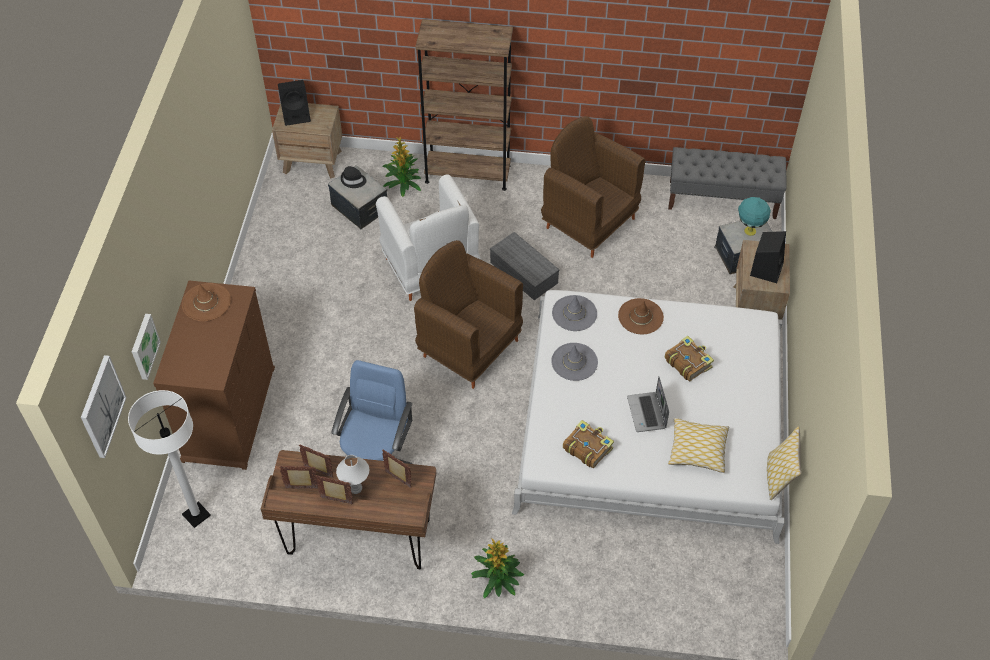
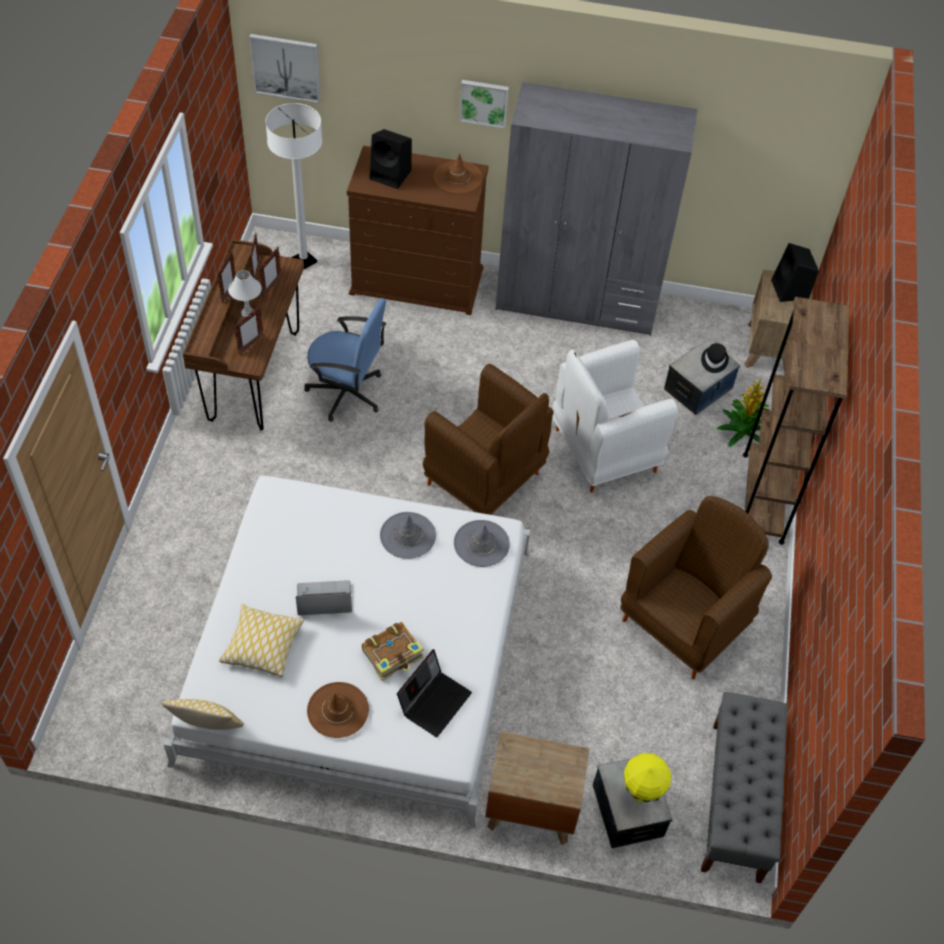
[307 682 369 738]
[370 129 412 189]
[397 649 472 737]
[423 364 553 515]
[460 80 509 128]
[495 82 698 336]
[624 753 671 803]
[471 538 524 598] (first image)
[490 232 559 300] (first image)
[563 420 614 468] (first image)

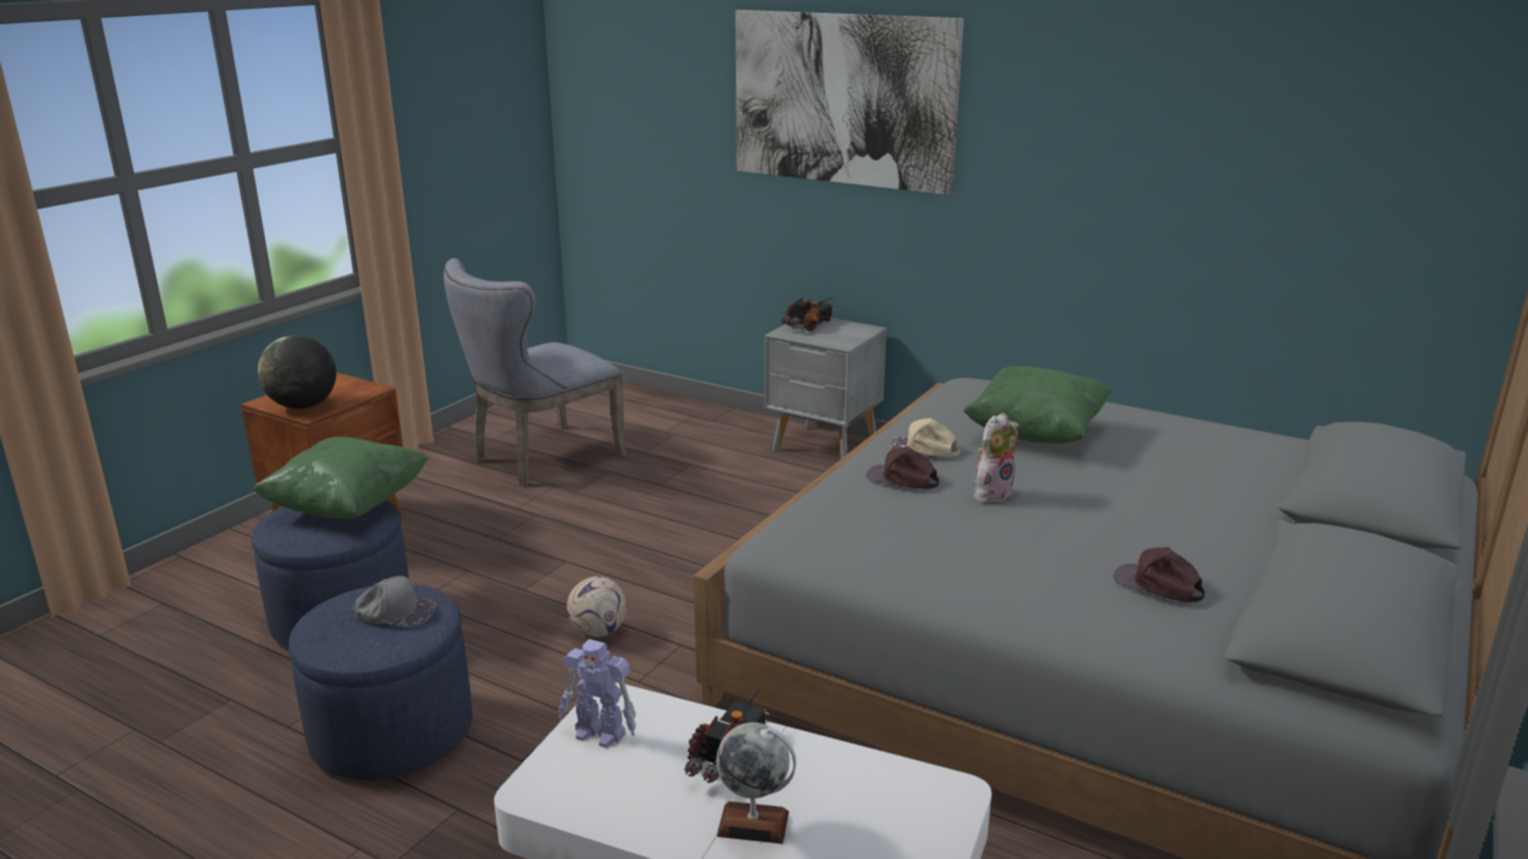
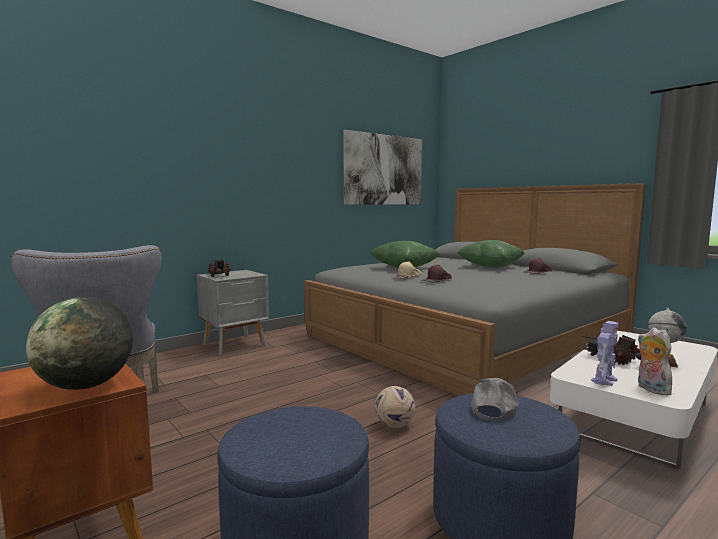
[343 130 422 205]
[457 240 525 268]
[638 328 672 395]

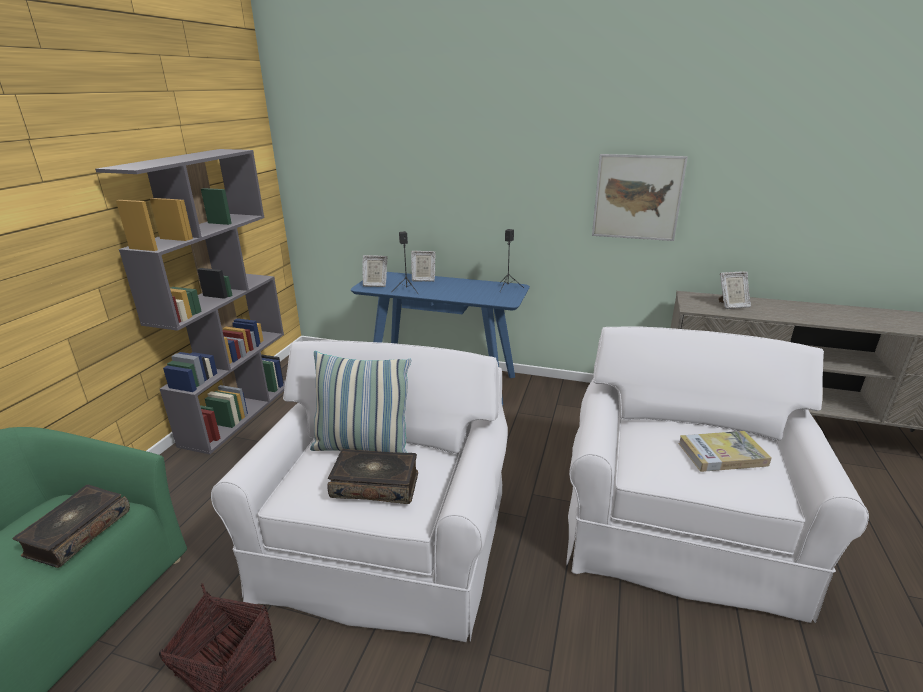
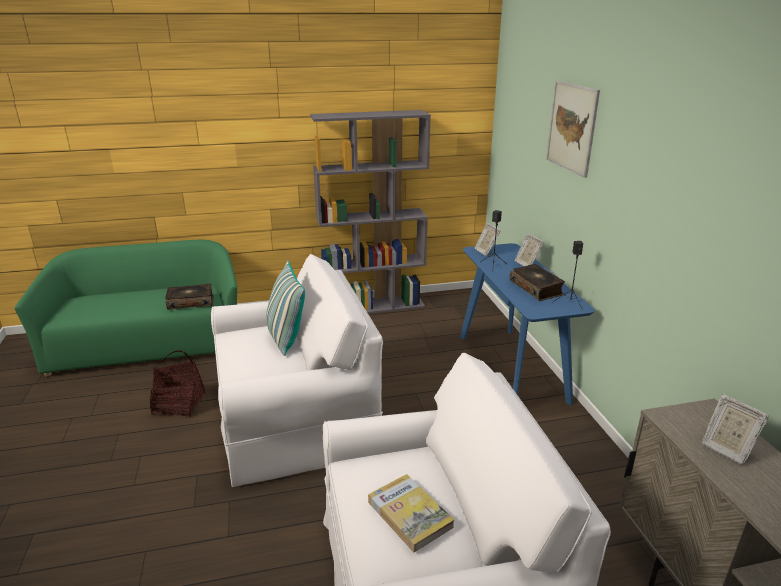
[510 264 565 301]
[546 81 600 178]

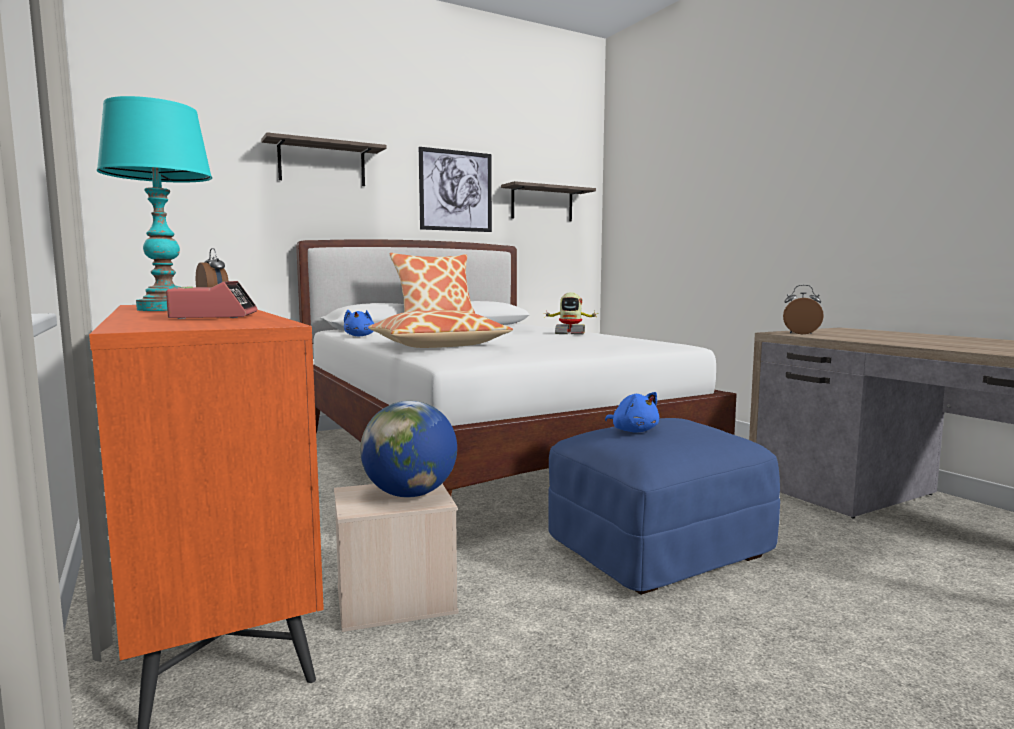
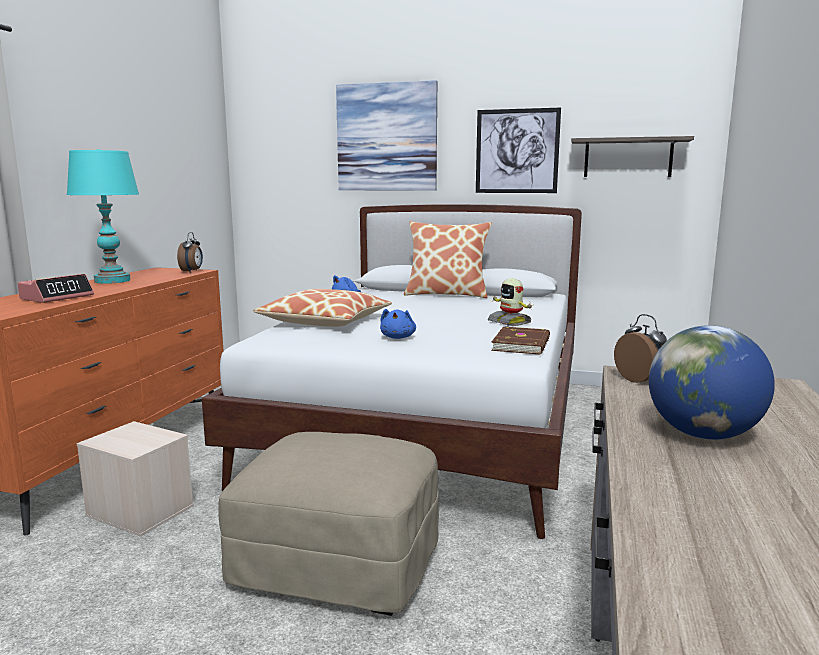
[218 432 439 616]
[336 80 437 191]
[380 309 416 339]
[491 327 550 354]
[649 325 775 440]

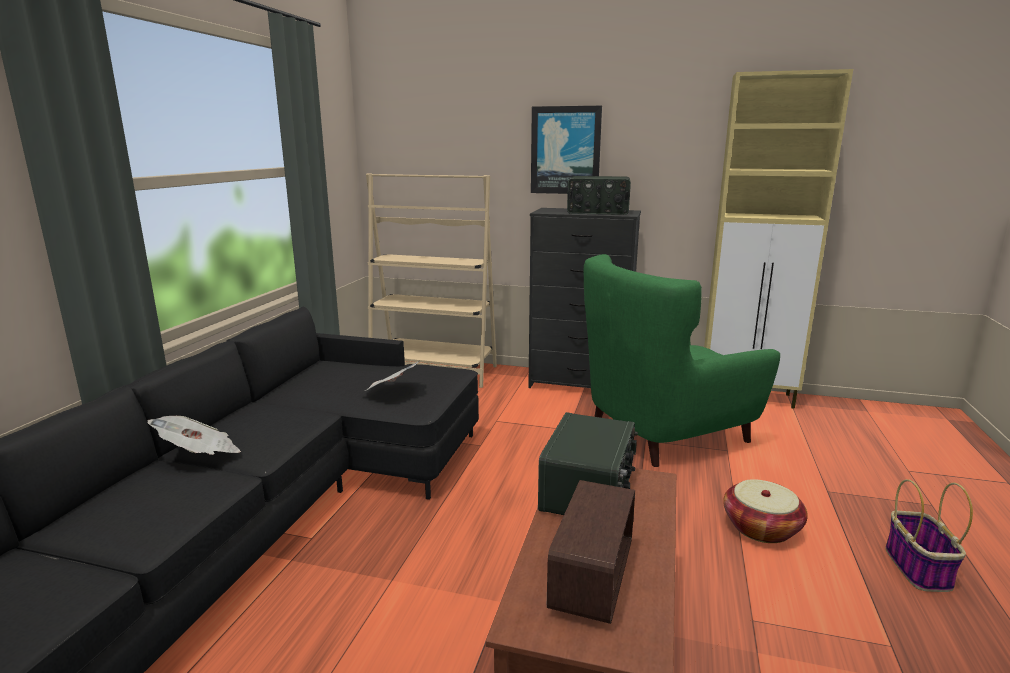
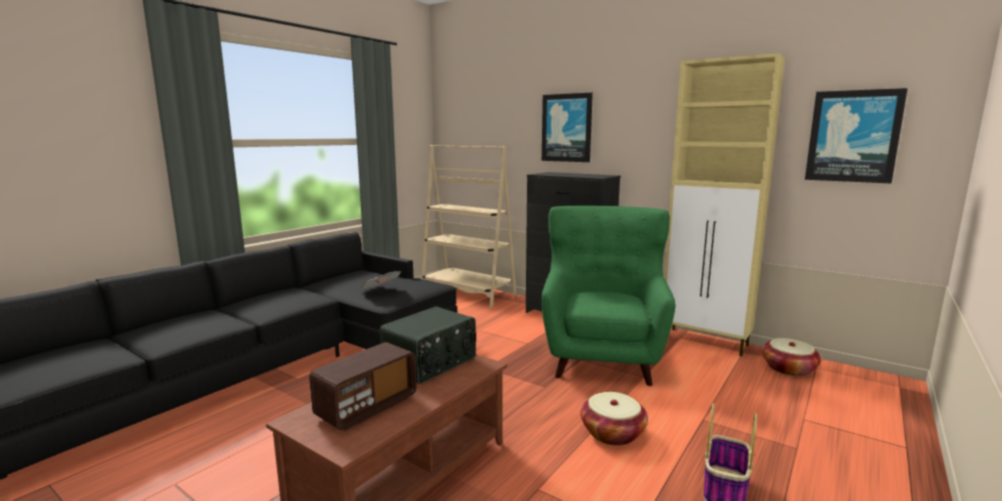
[541 206 675 386]
[762 338 821 377]
[805 88 908 183]
[148 416 241 455] (first image)
[567 176 631 215] (first image)

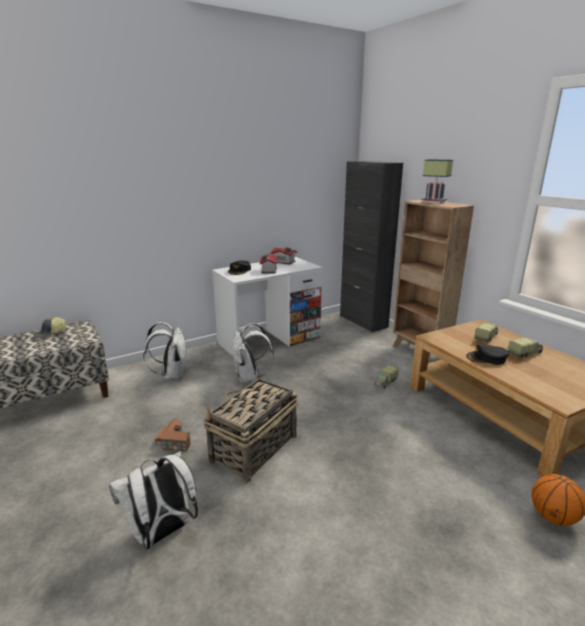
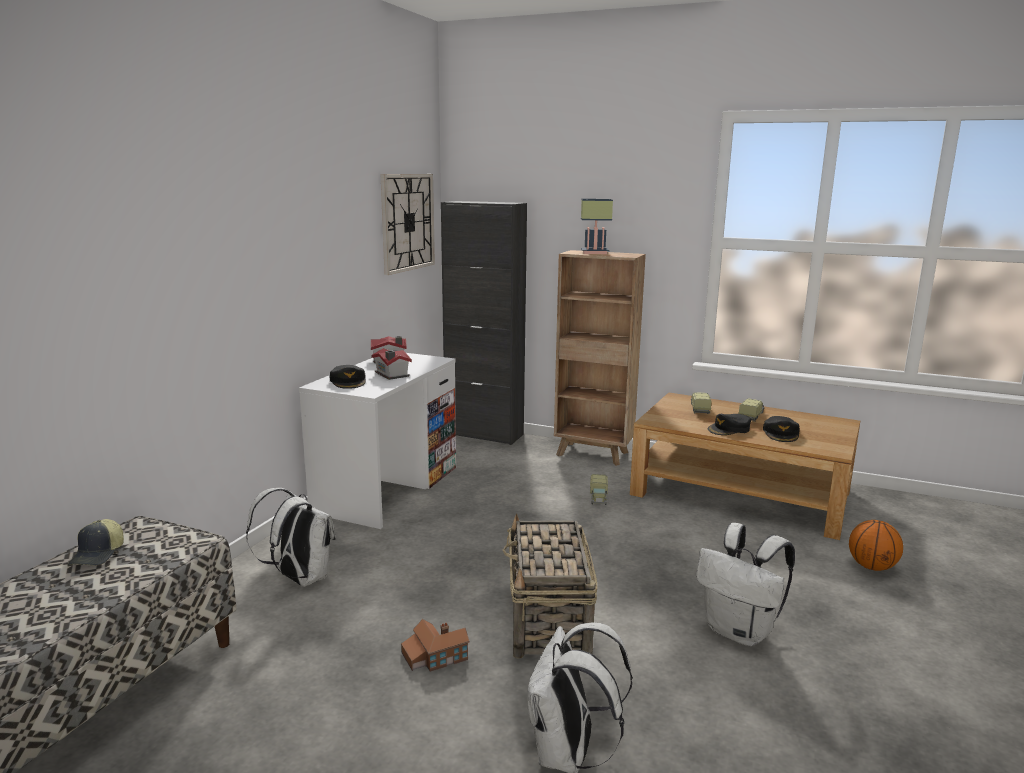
[381 174 435 275]
[696 523 795 646]
[763 416 800 442]

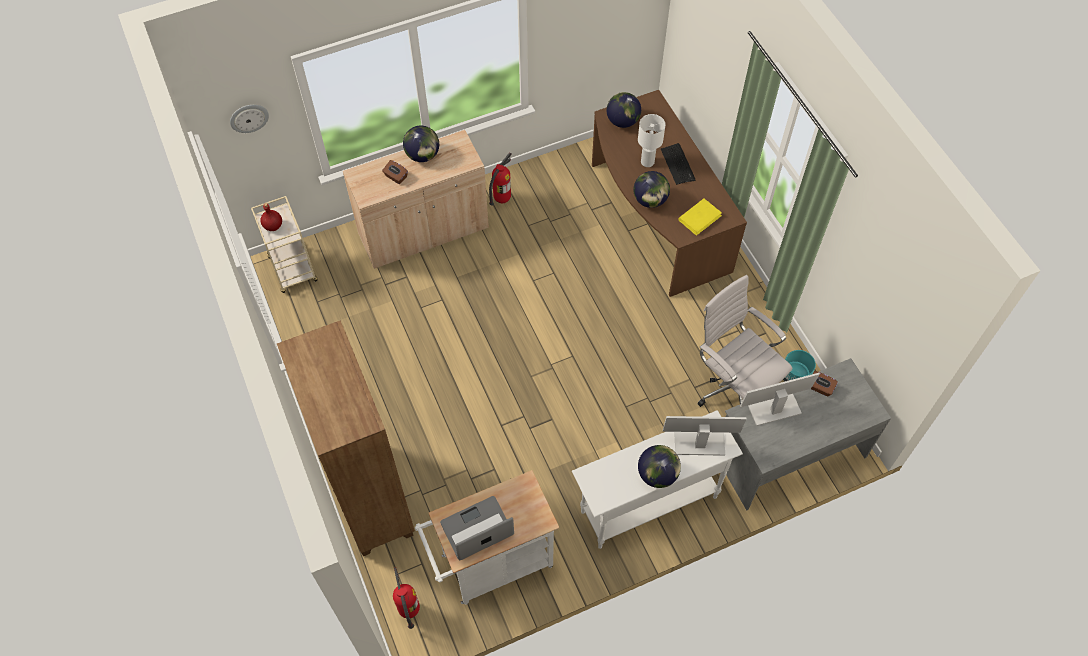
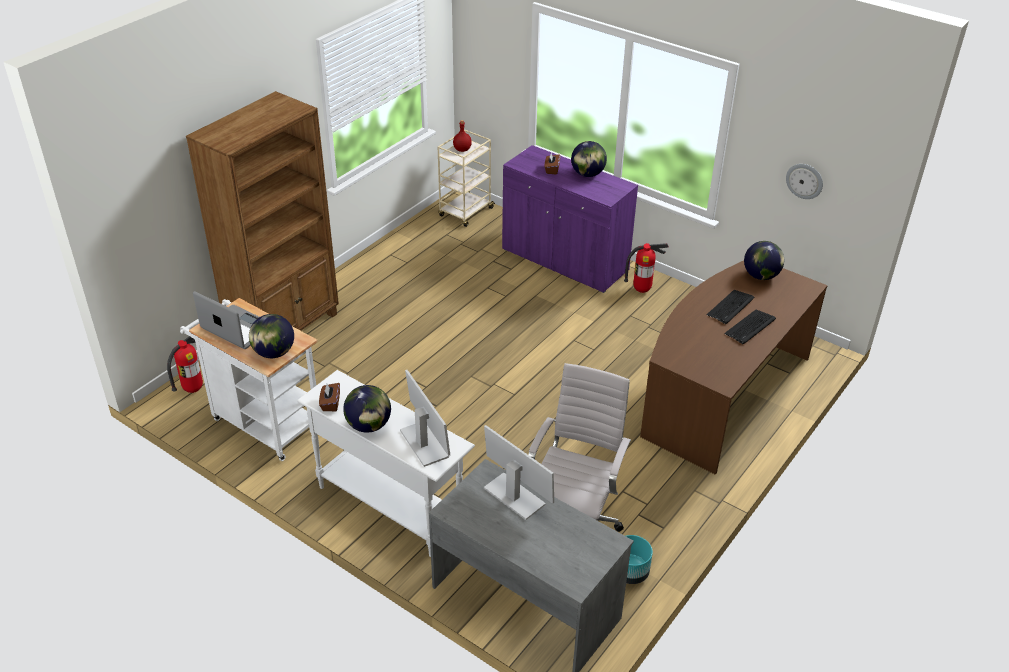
[249 314 294 358]
[319 383 340 411]
[502 145 638 293]
[707 290 754 324]
[786 164 823 199]
[678 198 722 236] (first image)

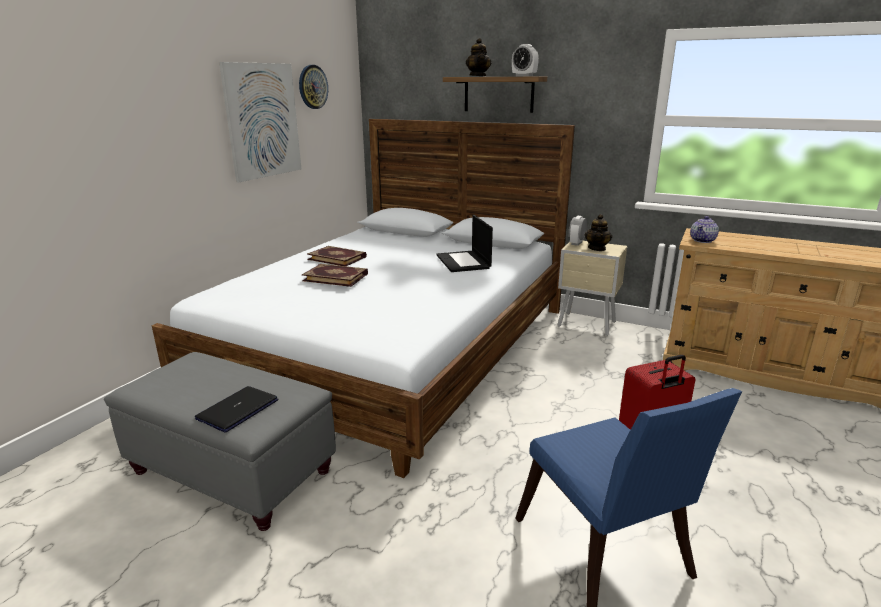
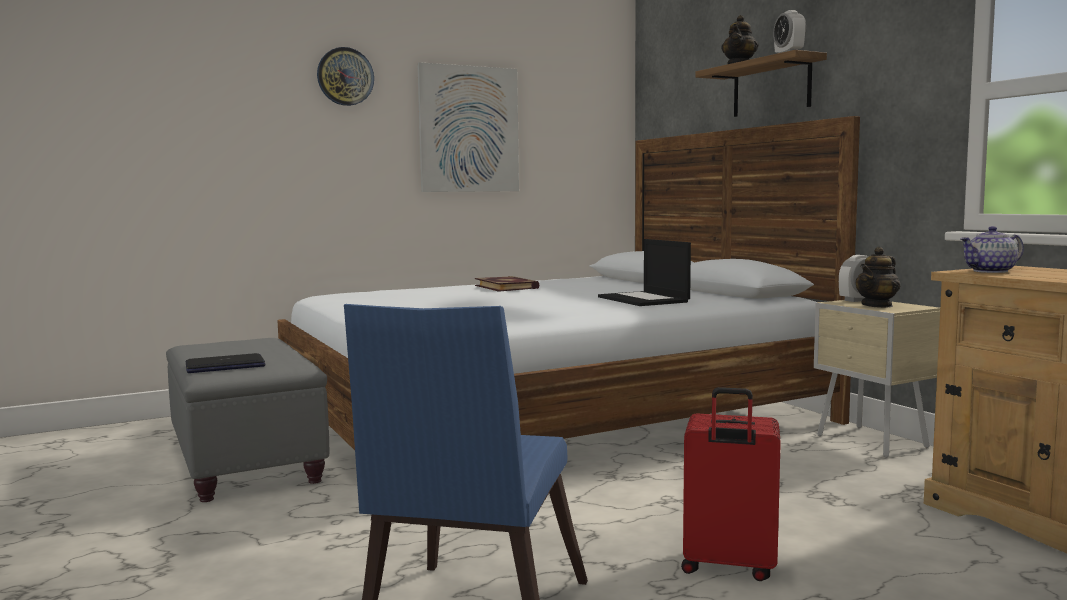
[317 47 374 106]
[598 239 691 306]
[302 264 368 287] (first image)

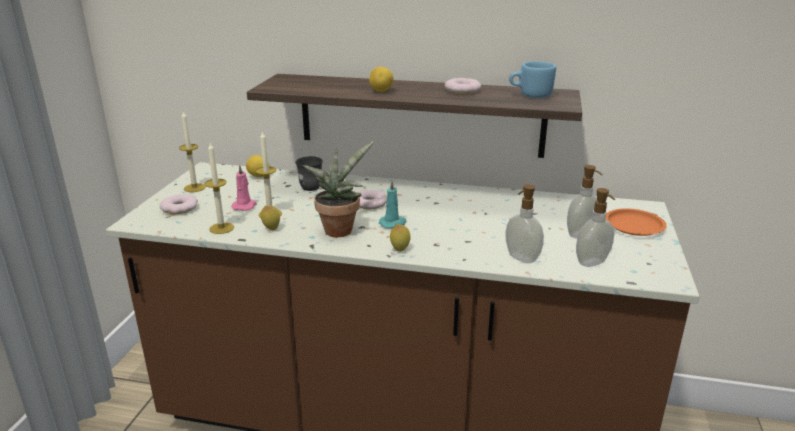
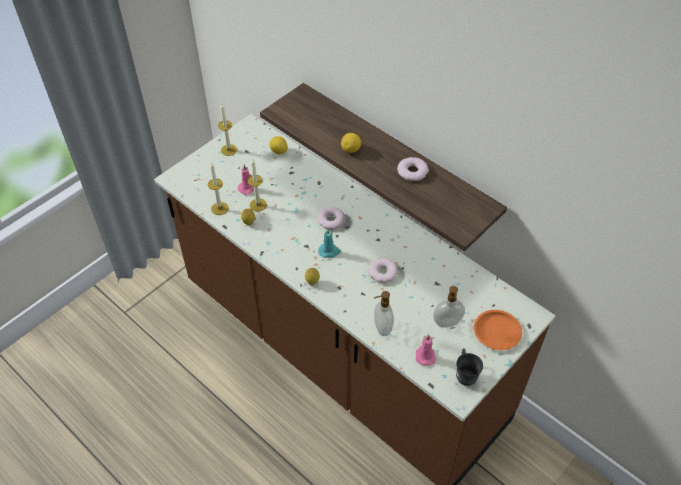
[368 258 398 283]
[416 335 436 365]
[456 348 483 386]
[303 141 374 237] (first image)
[509 61 556 98] (first image)

